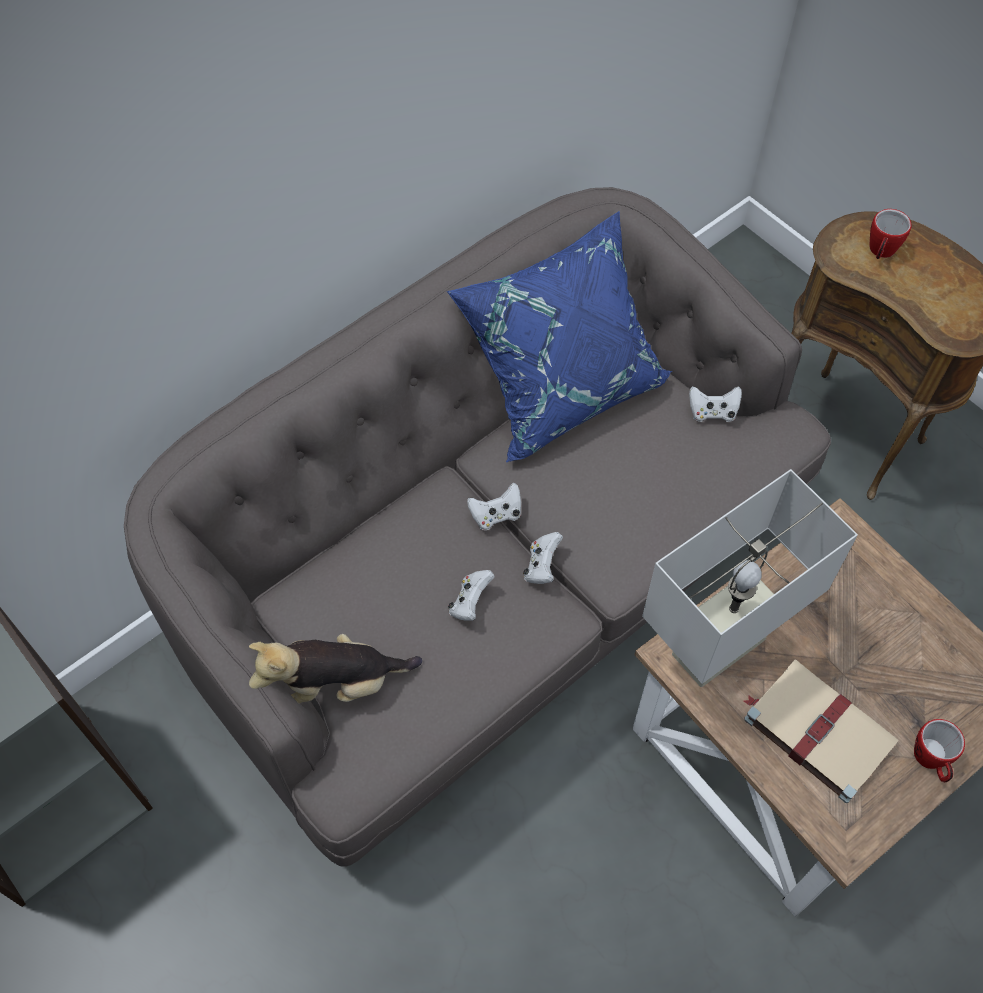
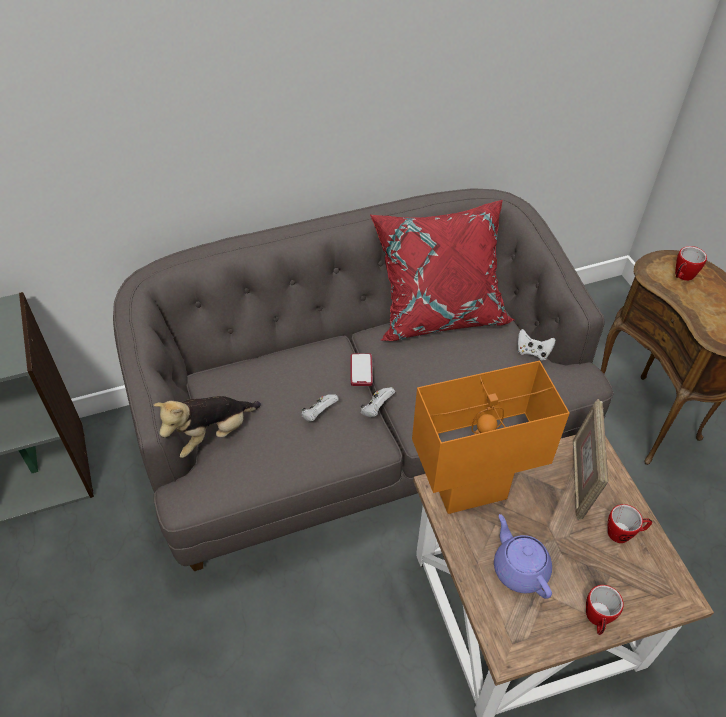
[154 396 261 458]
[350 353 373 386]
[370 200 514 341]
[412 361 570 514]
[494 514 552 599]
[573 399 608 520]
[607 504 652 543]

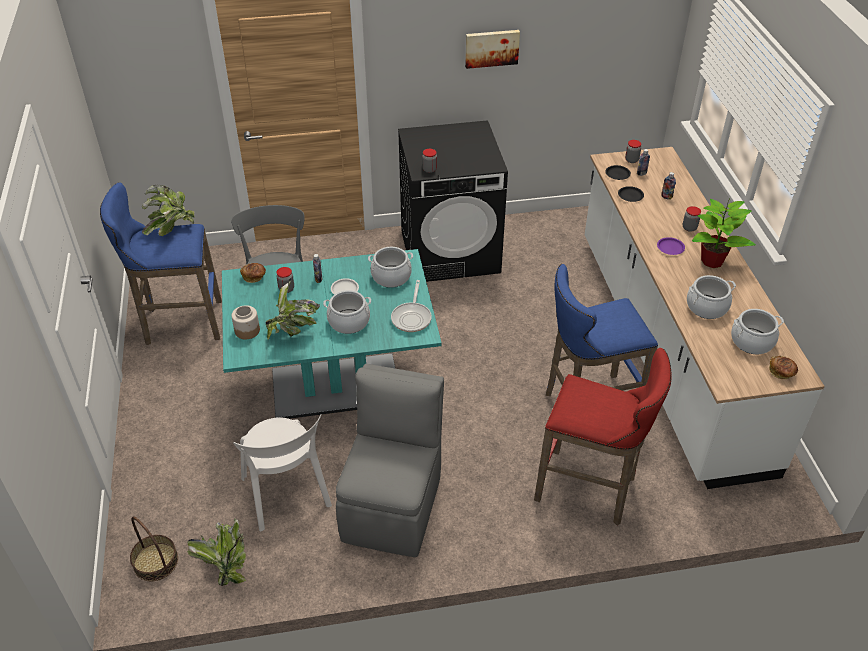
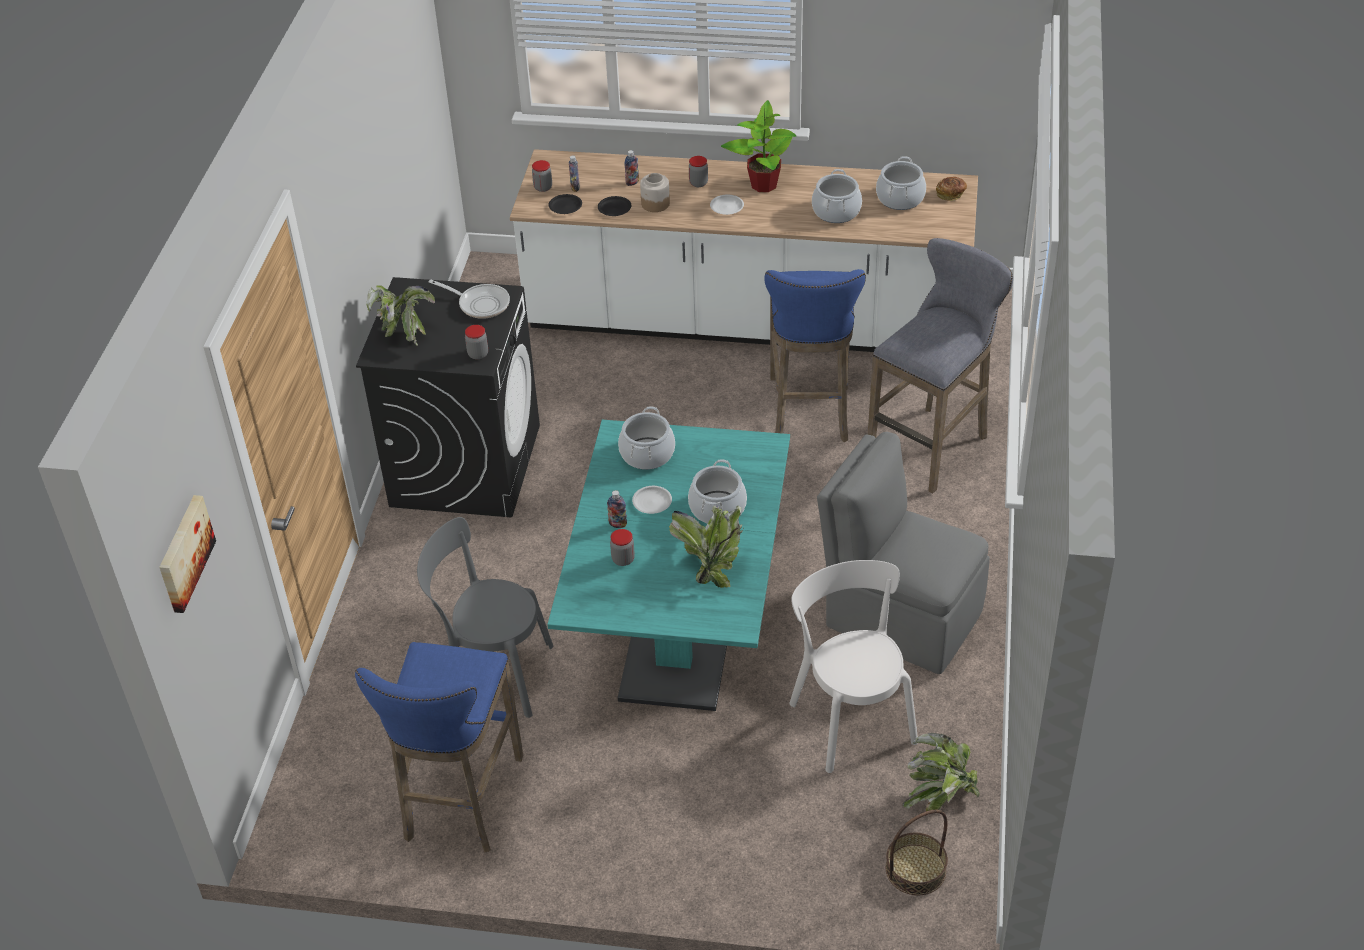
[159 495 216 613]
[367 285 435 346]
[429 280 510 319]
[640 173 670 212]
[710 195 744 215]
[789 560 918 773]
[868 238 1013 493]
[240 263 266 283] (first image)

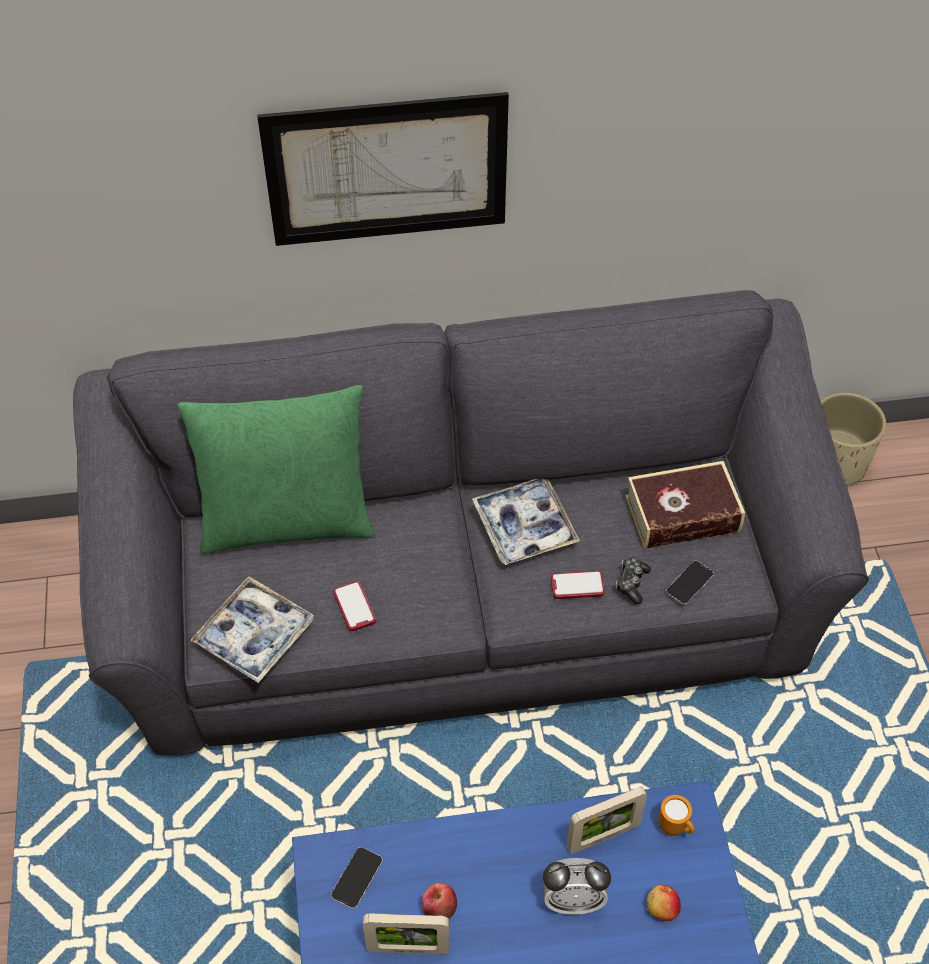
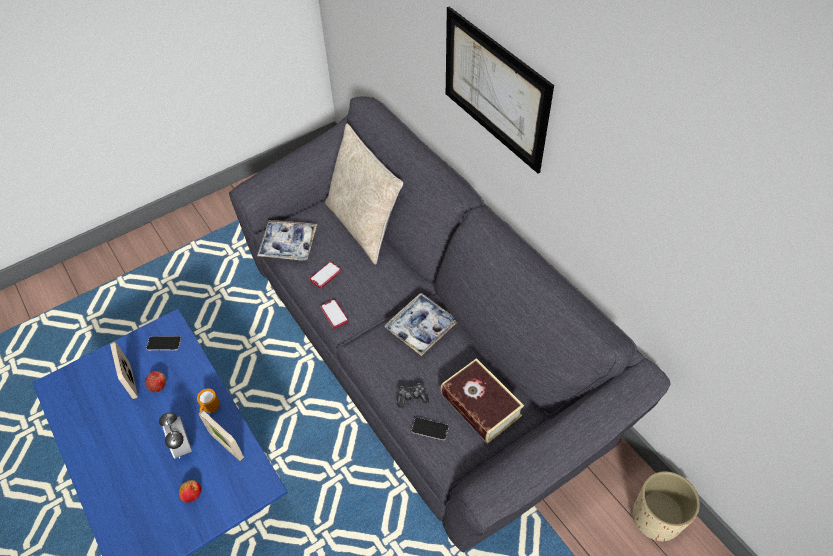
[197 388 219 413]
[321 299 348 329]
[325 124 403 265]

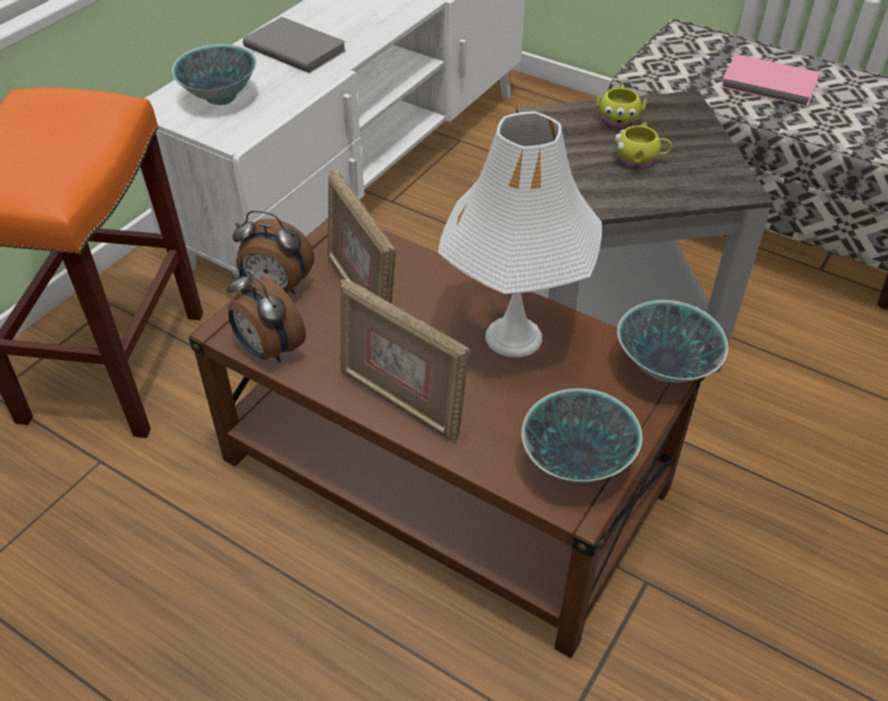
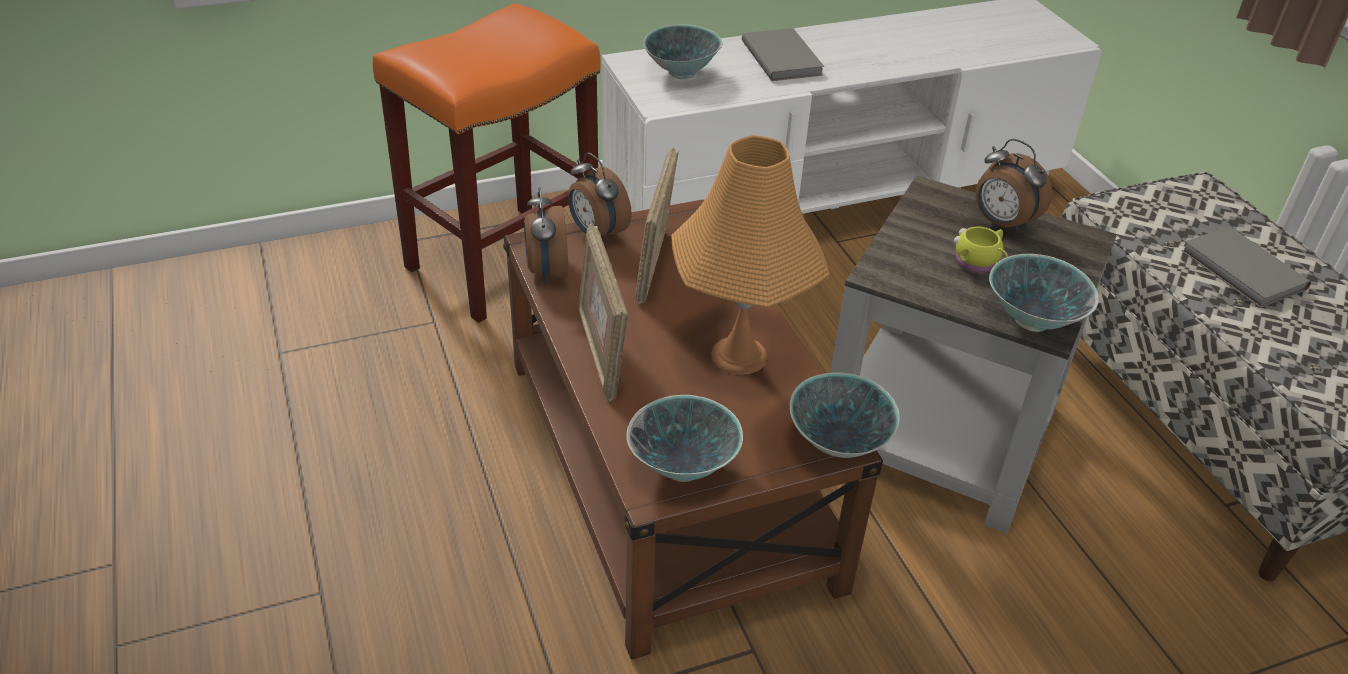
[671 135 830 375]
[975 139 1052 233]
[989 254 1099 332]
[1181 226 1311 308]

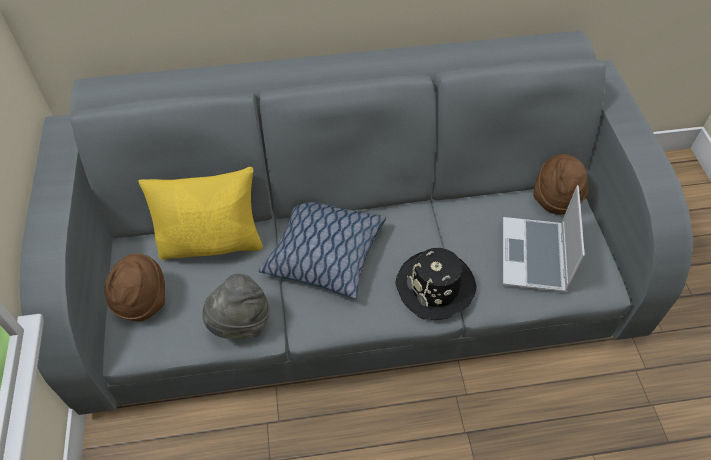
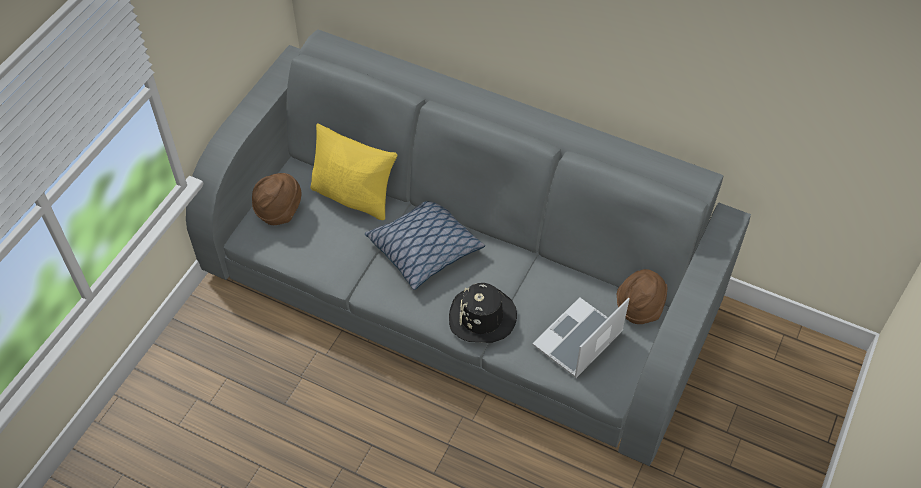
[202 274 270 339] (first image)

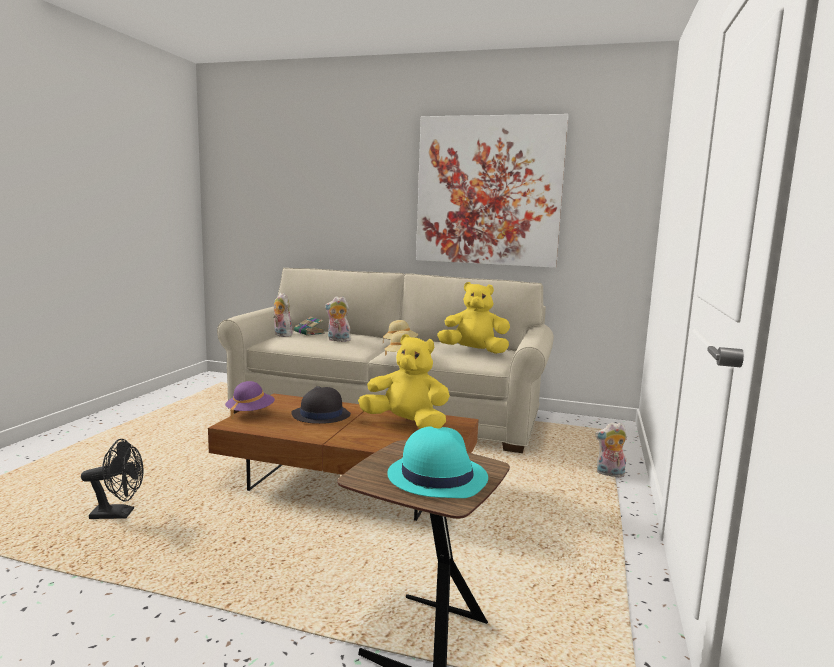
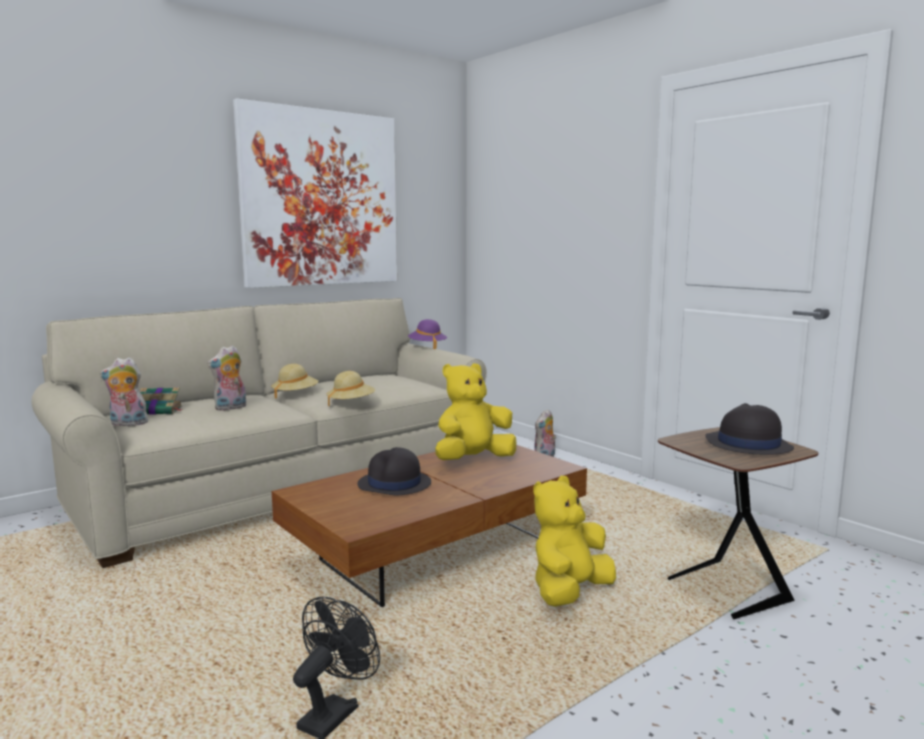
[408 319 447 350]
[533 476 616 607]
[705 403 794 455]

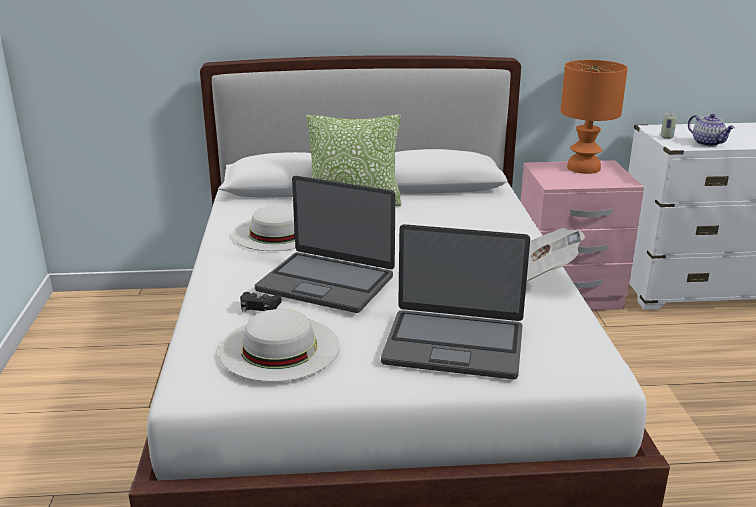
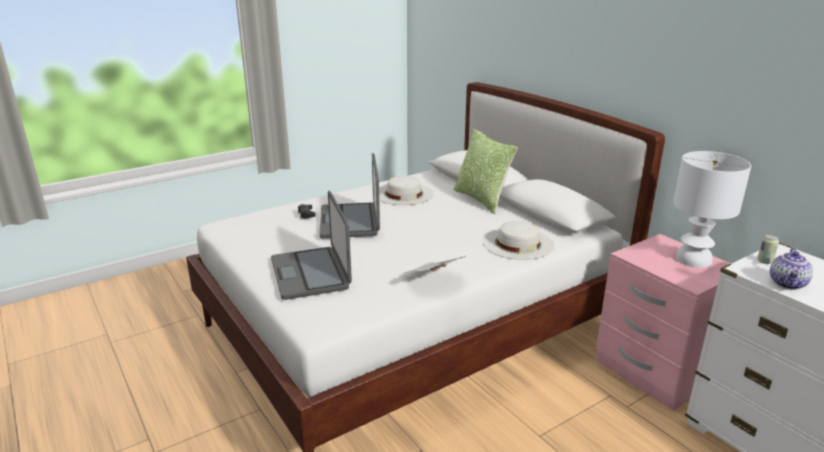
[483 221 554 260]
[673 151 751 268]

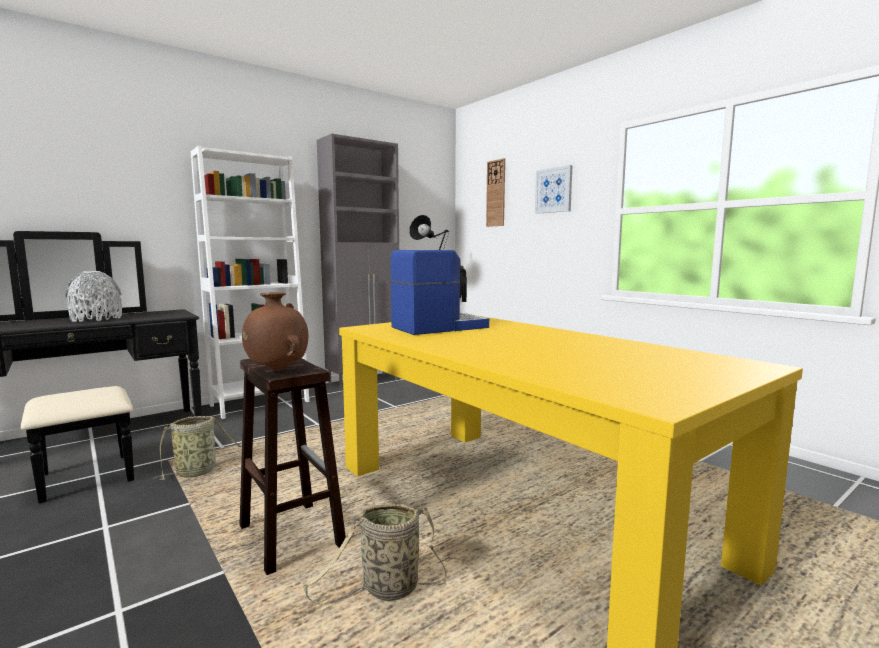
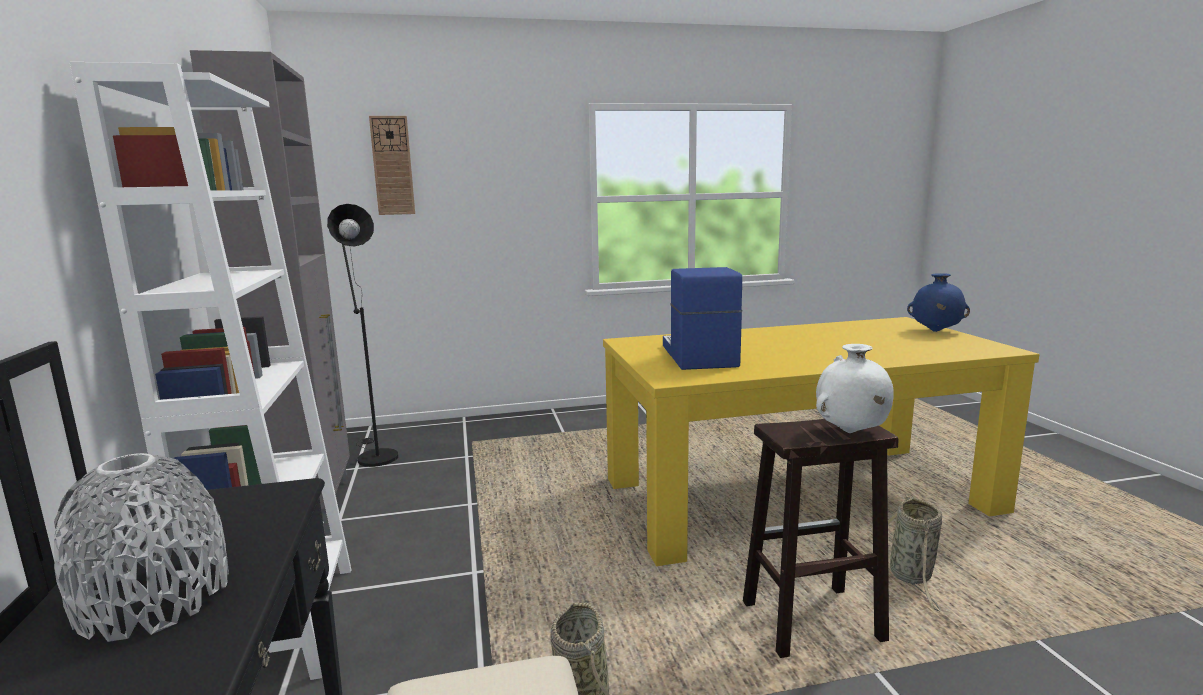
[816 344 894 433]
[907 273 970 332]
[535 165 573 214] (first image)

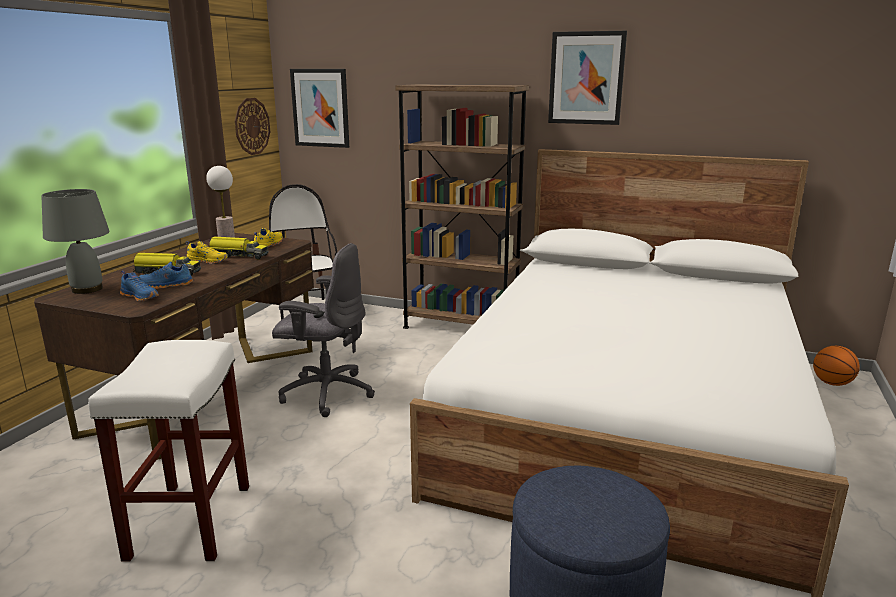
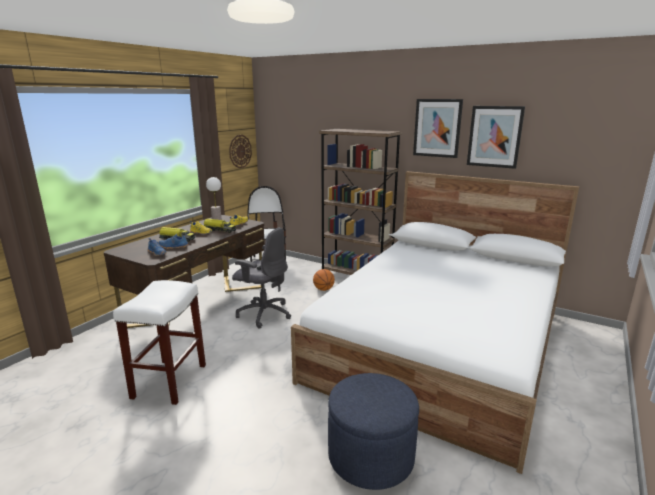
[313 269 335 291]
[467 106 525 169]
[41 189 109 294] (first image)

